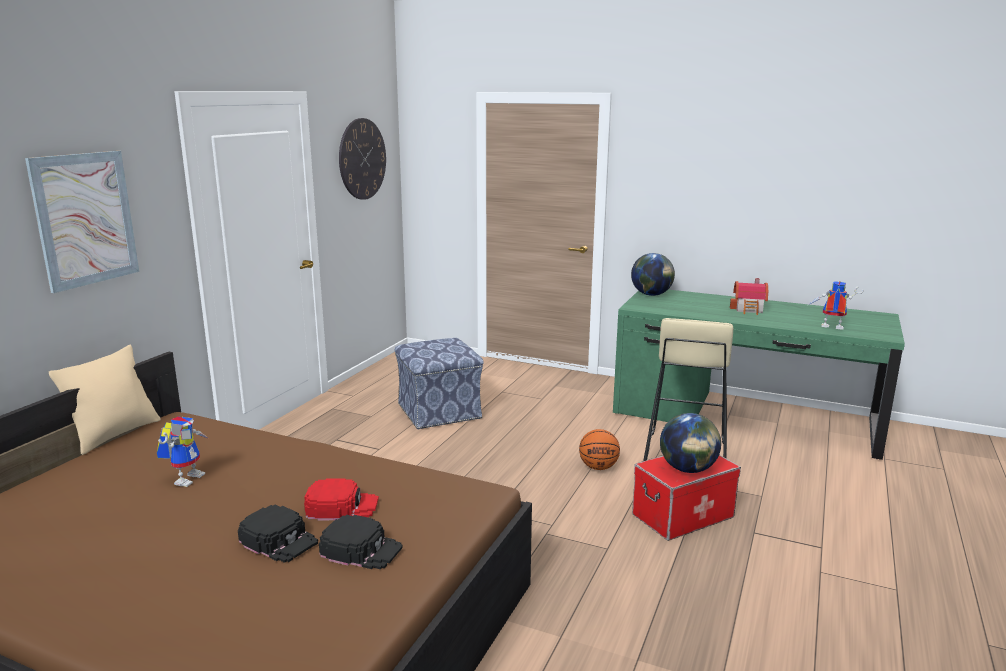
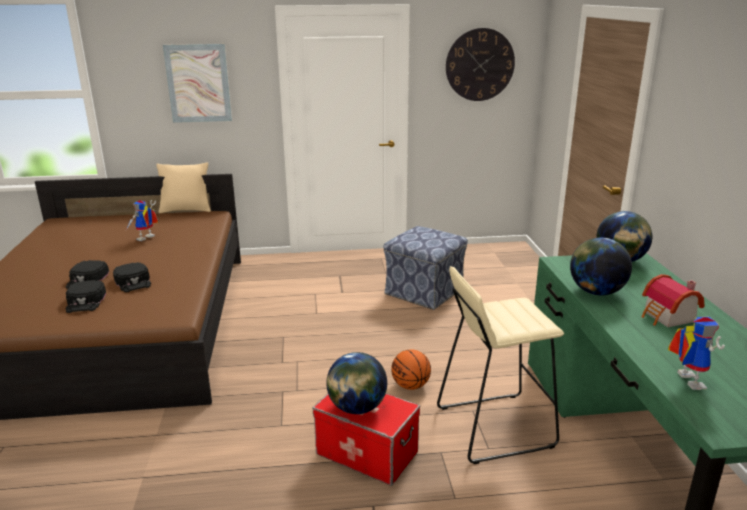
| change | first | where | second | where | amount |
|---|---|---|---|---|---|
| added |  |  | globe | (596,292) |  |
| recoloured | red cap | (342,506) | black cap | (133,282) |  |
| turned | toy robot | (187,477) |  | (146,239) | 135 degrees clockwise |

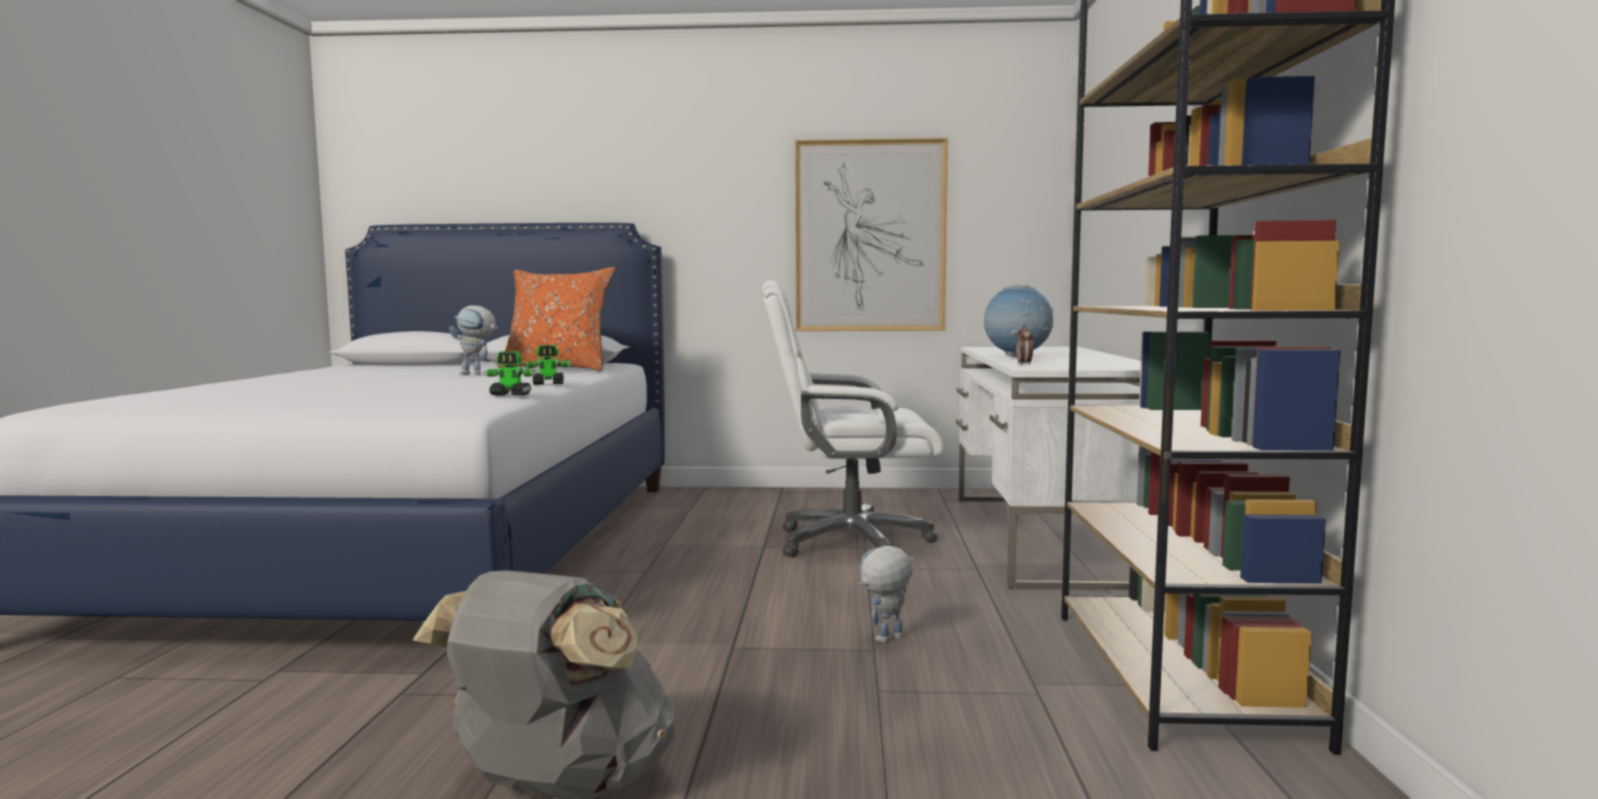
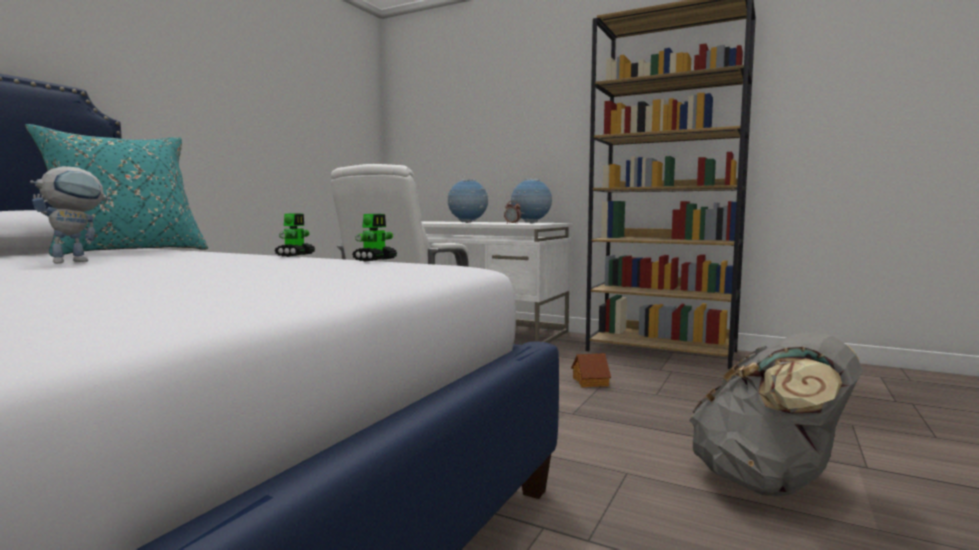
| change | first | where | second | where | amount |
|---|---|---|---|---|---|
| removed | picture | (870,236) |  |  |  |
| added |  |  | globe | (531,223) |  |
| replaced | toy robot | (885,641) | toy house | (591,382) |  |
| recoloured | orange pillow | (558,369) | turquoise pillow | (128,252) |  |

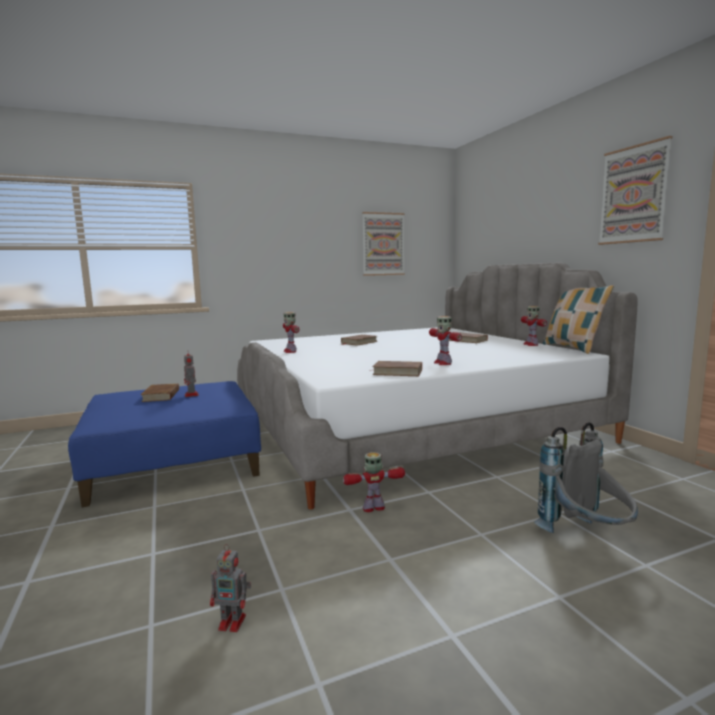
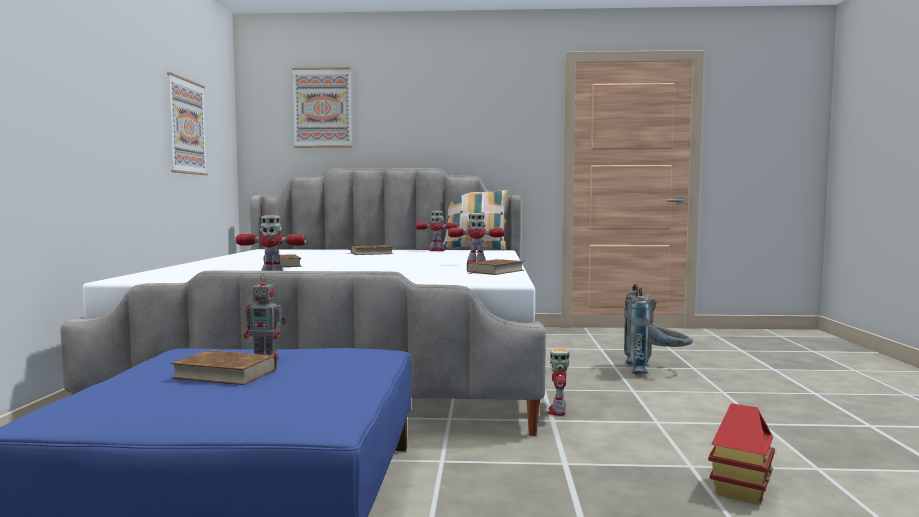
| change | first | where | second | where | amount |
|---|---|---|---|---|---|
| moved | picture | (633,194) |  | (322,108) |  |
| replaced | toy robot | (233,622) | toy house | (740,490) |  |

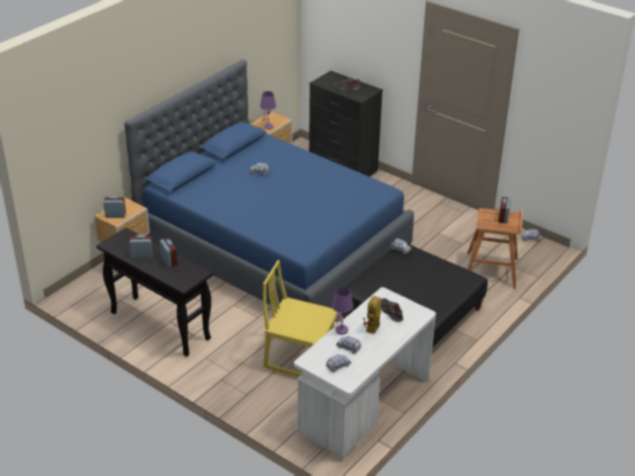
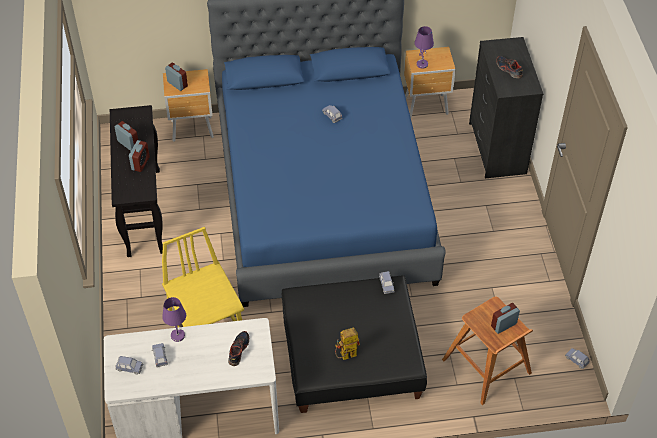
| change | first | where | second | where | amount |
|---|---|---|---|---|---|
| moved | toy robot | (372,331) |  | (345,356) |  |

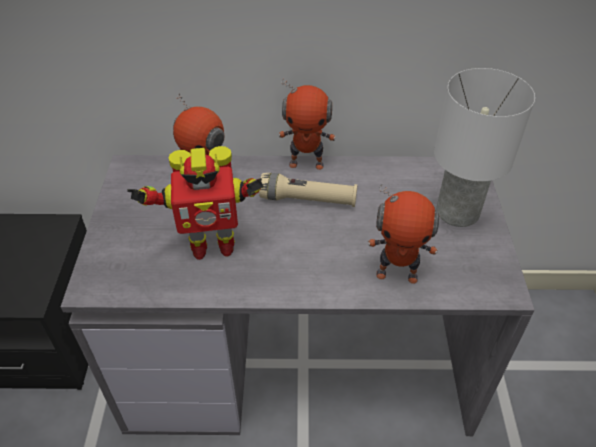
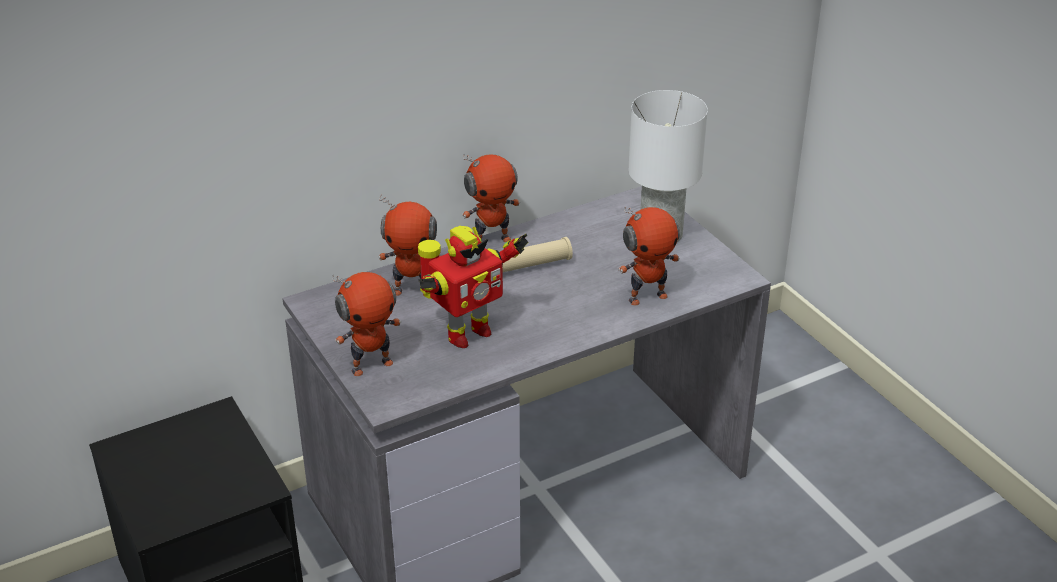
| change | first | where | second | where | amount |
|---|---|---|---|---|---|
| added |  |  | toy robot | (371,365) |  |

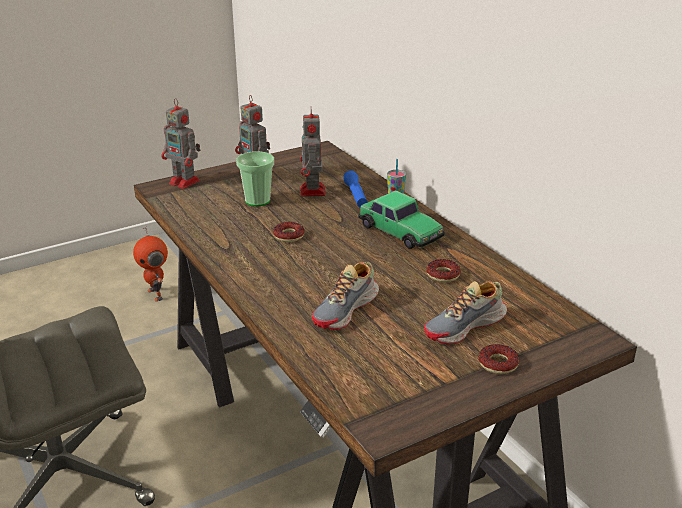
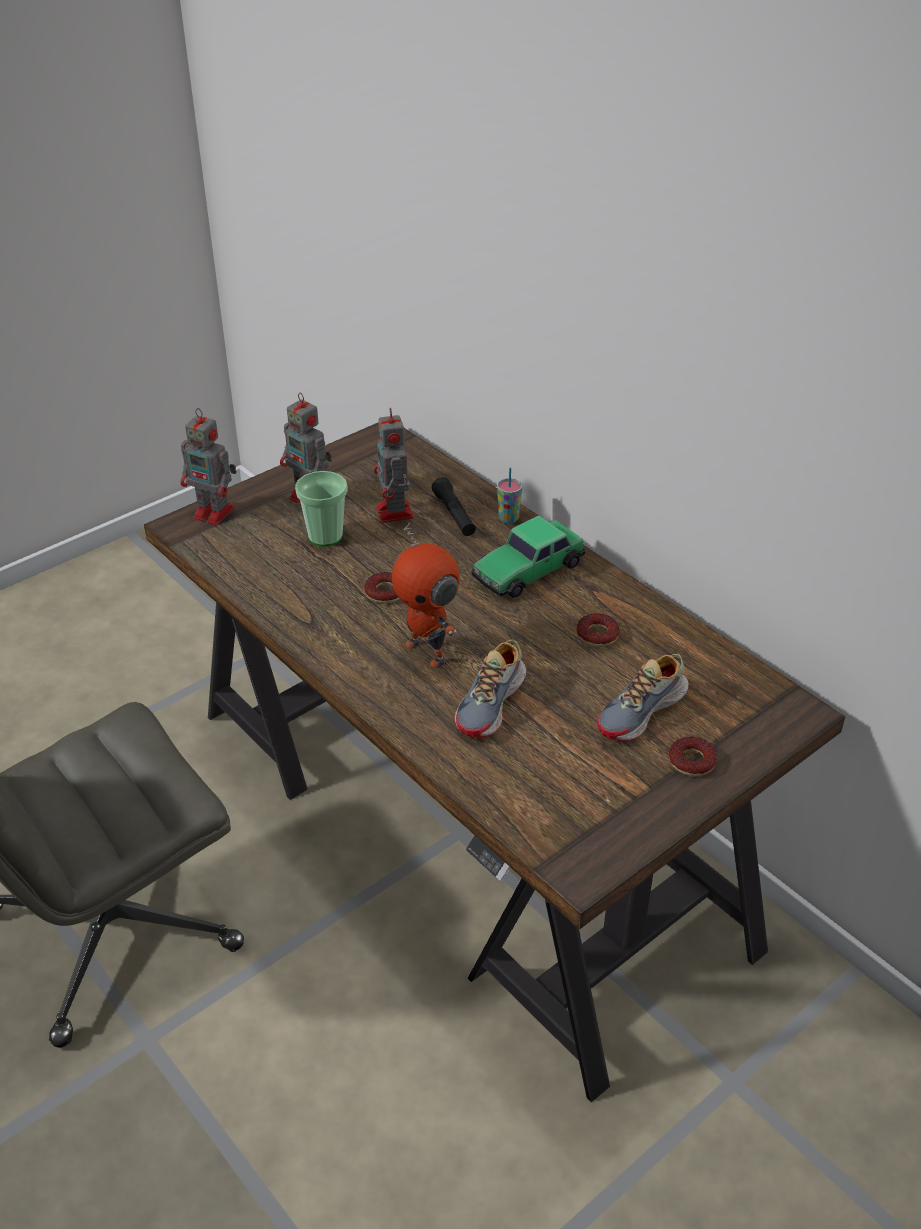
| change | first | where | second | where | amount |
|---|---|---|---|---|---|
| moved | toy robot | (156,294) |  | (428,651) |  |
| recoloured | blue flashlight | (356,196) | black flashlight | (454,515) |  |
| turned | toy car | (400,231) |  | (528,570) | 105 degrees clockwise |

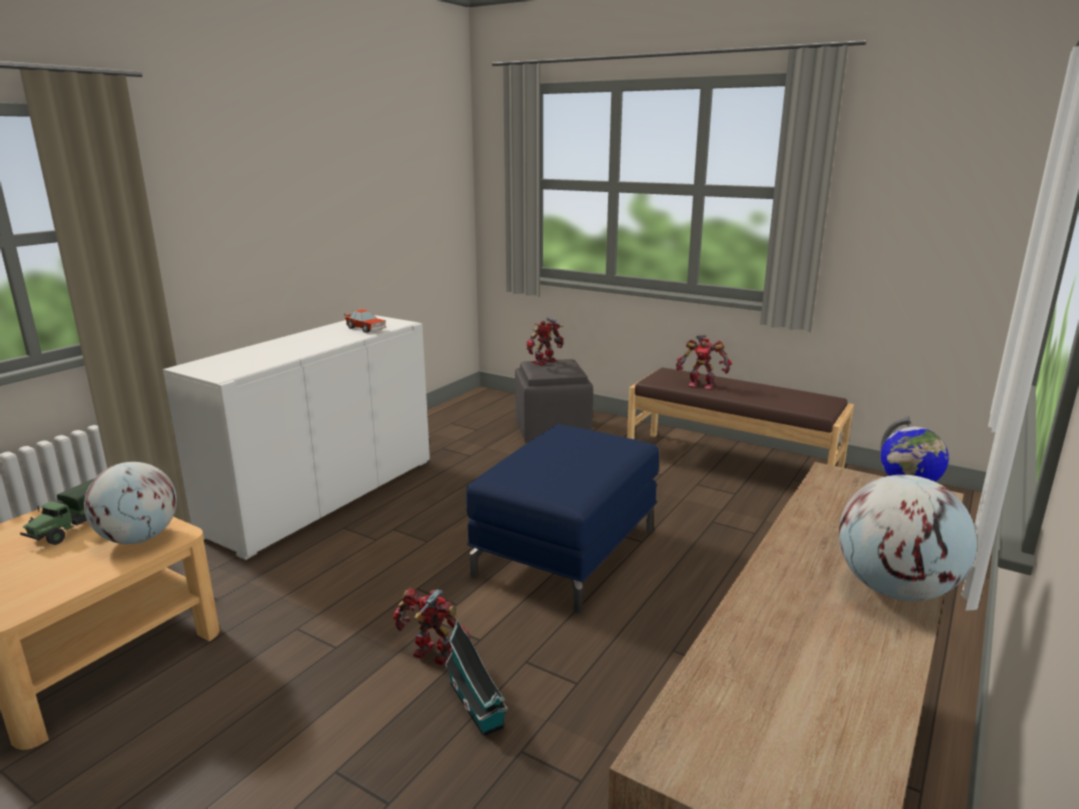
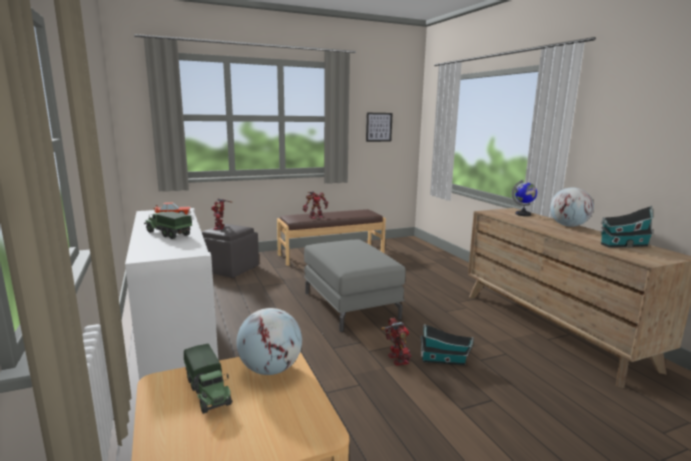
| change | first | where | second | where | amount |
|---|---|---|---|---|---|
| added |  |  | toy truck | (168,233) |  |
| added |  |  | picture | (379,127) |  |
| added |  |  | toy house | (622,245) |  |
| recoloured | blue ottoman | (565,551) | grey ottoman | (350,305) |  |
| turned | toy robot | (433,655) |  | (396,360) | 105 degrees clockwise |

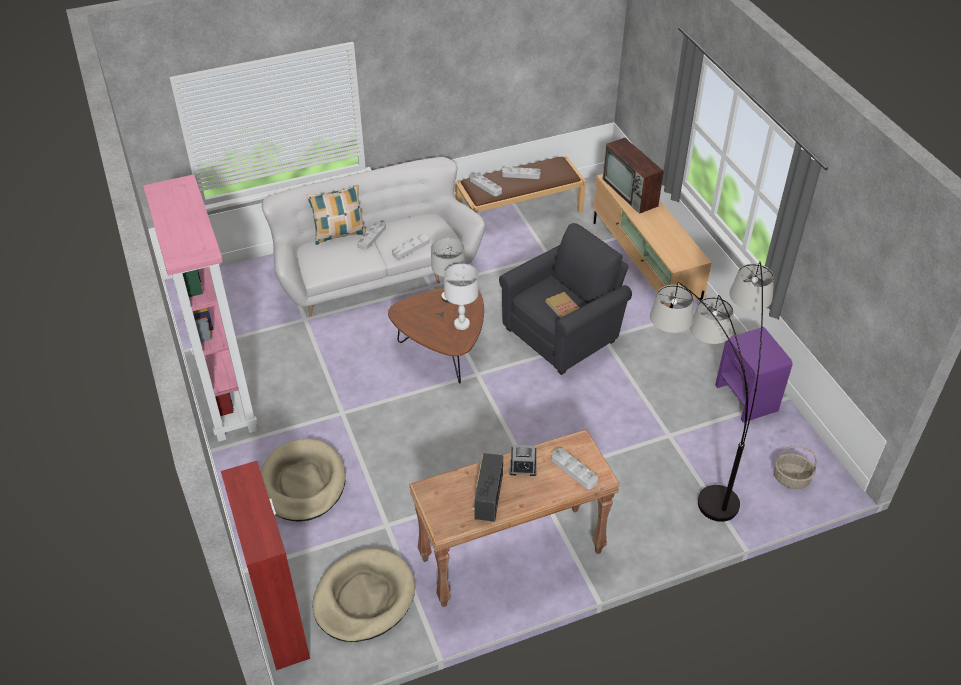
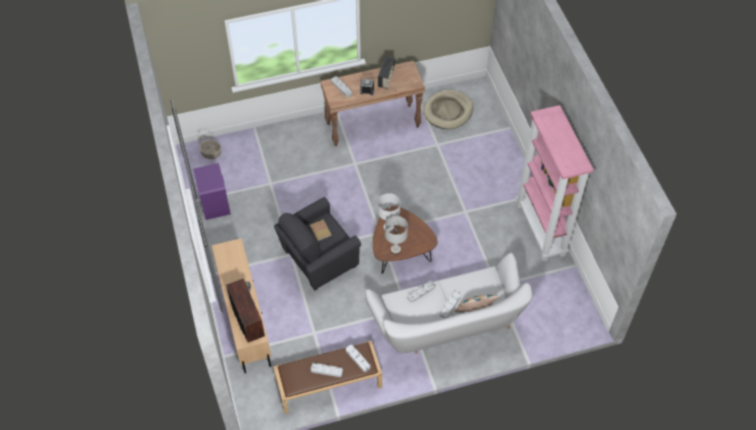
| change | first | where | second | where | amount |
|---|---|---|---|---|---|
| removed | red cabinet | (280,617) |  |  |  |
| removed | beige dog bed | (302,483) |  |  |  |
| removed | floor lamp | (692,467) |  |  |  |

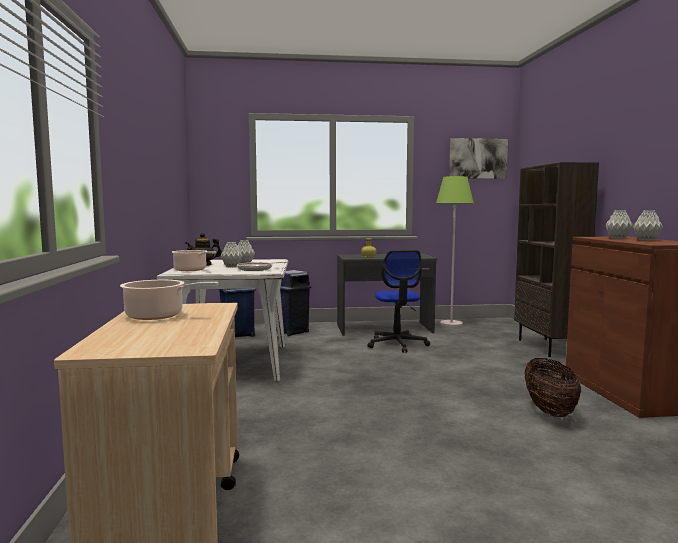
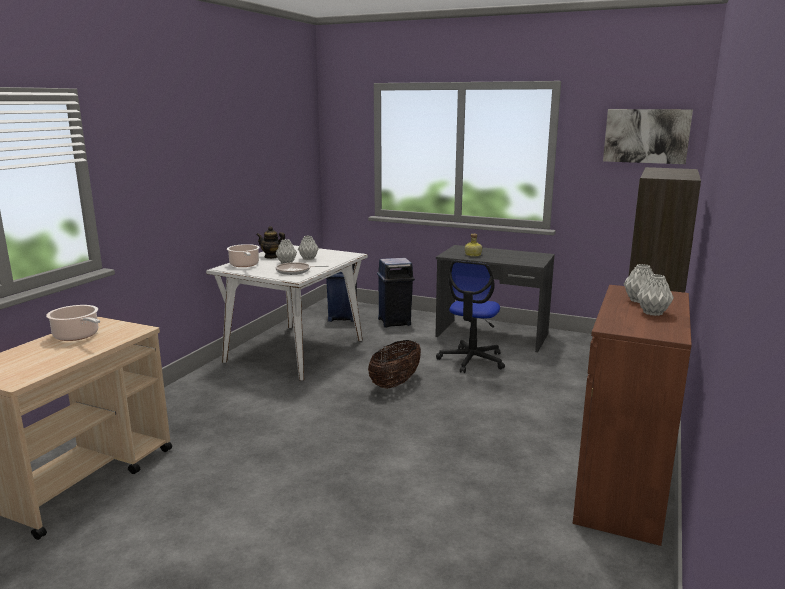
| change | first | where | second | where | amount |
|---|---|---|---|---|---|
| removed | green floor lamp | (451,324) |  |  |  |
| moved | basket | (549,411) |  | (395,383) |  |

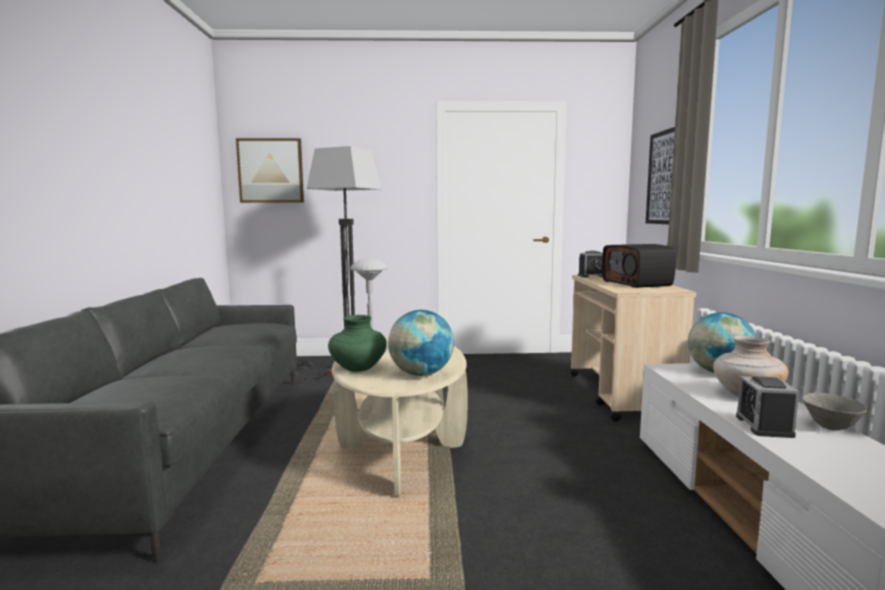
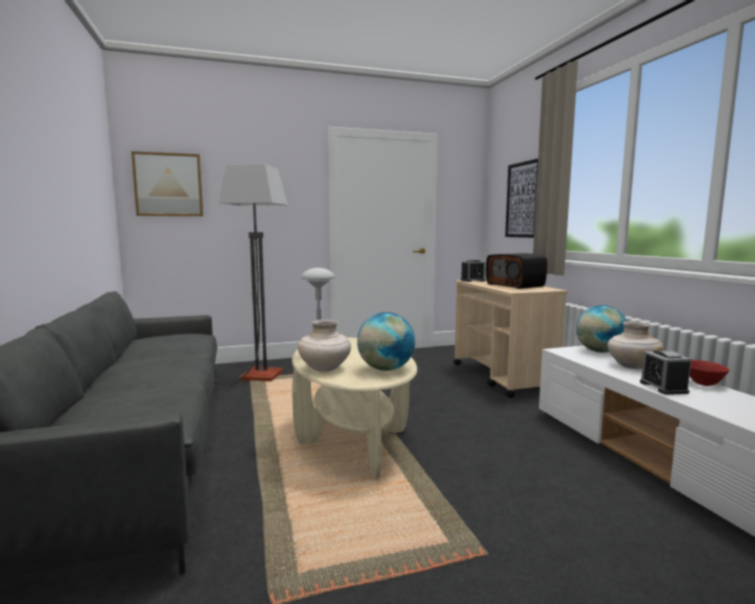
| change | first | where | second | where | amount |
|---|---|---|---|---|---|
| recoloured | green vase | (358,368) | beige vase | (325,368) |  |
| recoloured | grey bowl | (831,427) | red bowl | (704,384) |  |

